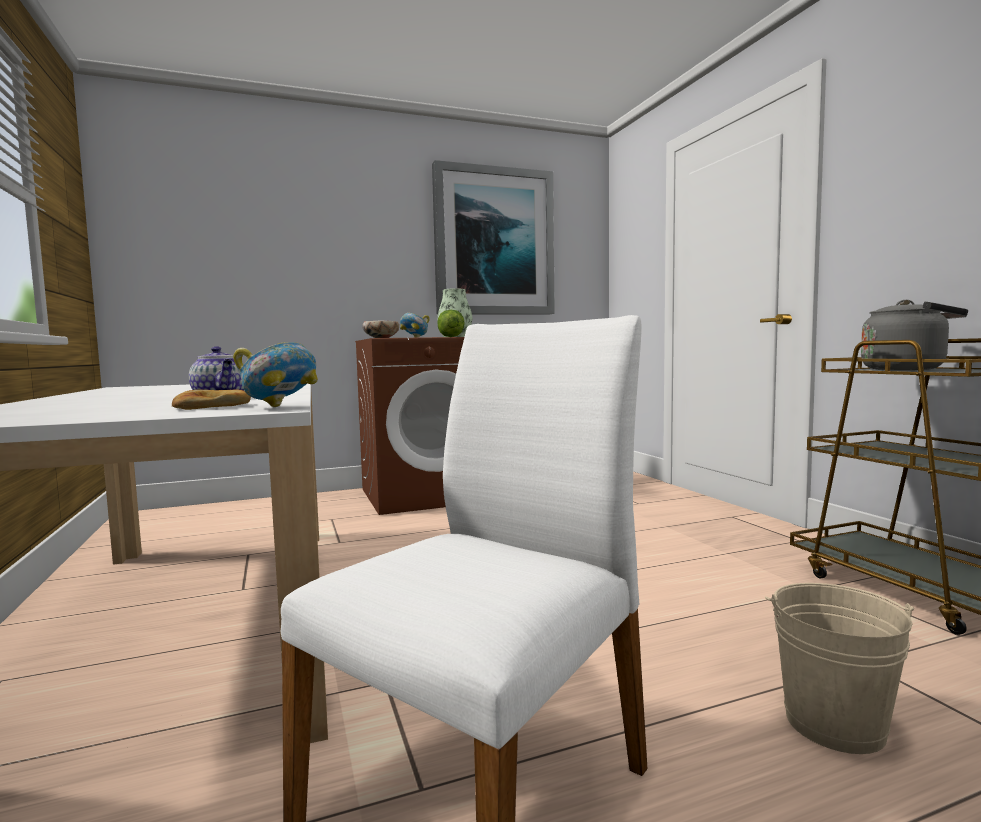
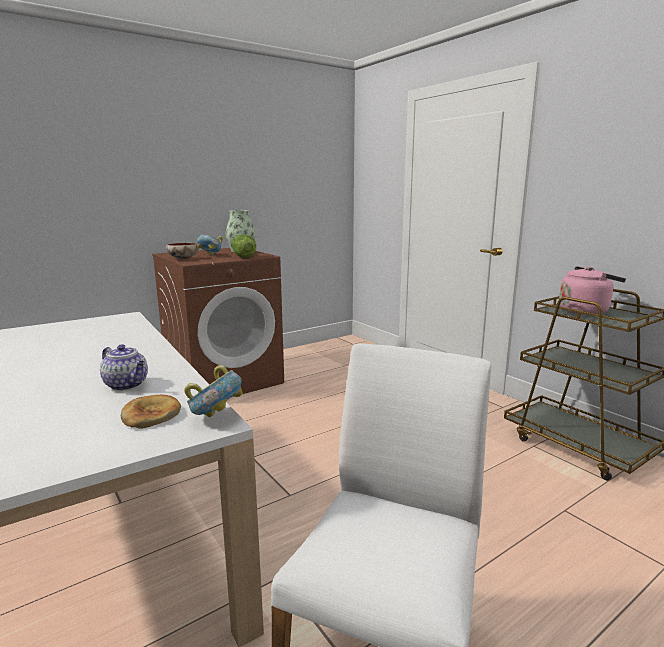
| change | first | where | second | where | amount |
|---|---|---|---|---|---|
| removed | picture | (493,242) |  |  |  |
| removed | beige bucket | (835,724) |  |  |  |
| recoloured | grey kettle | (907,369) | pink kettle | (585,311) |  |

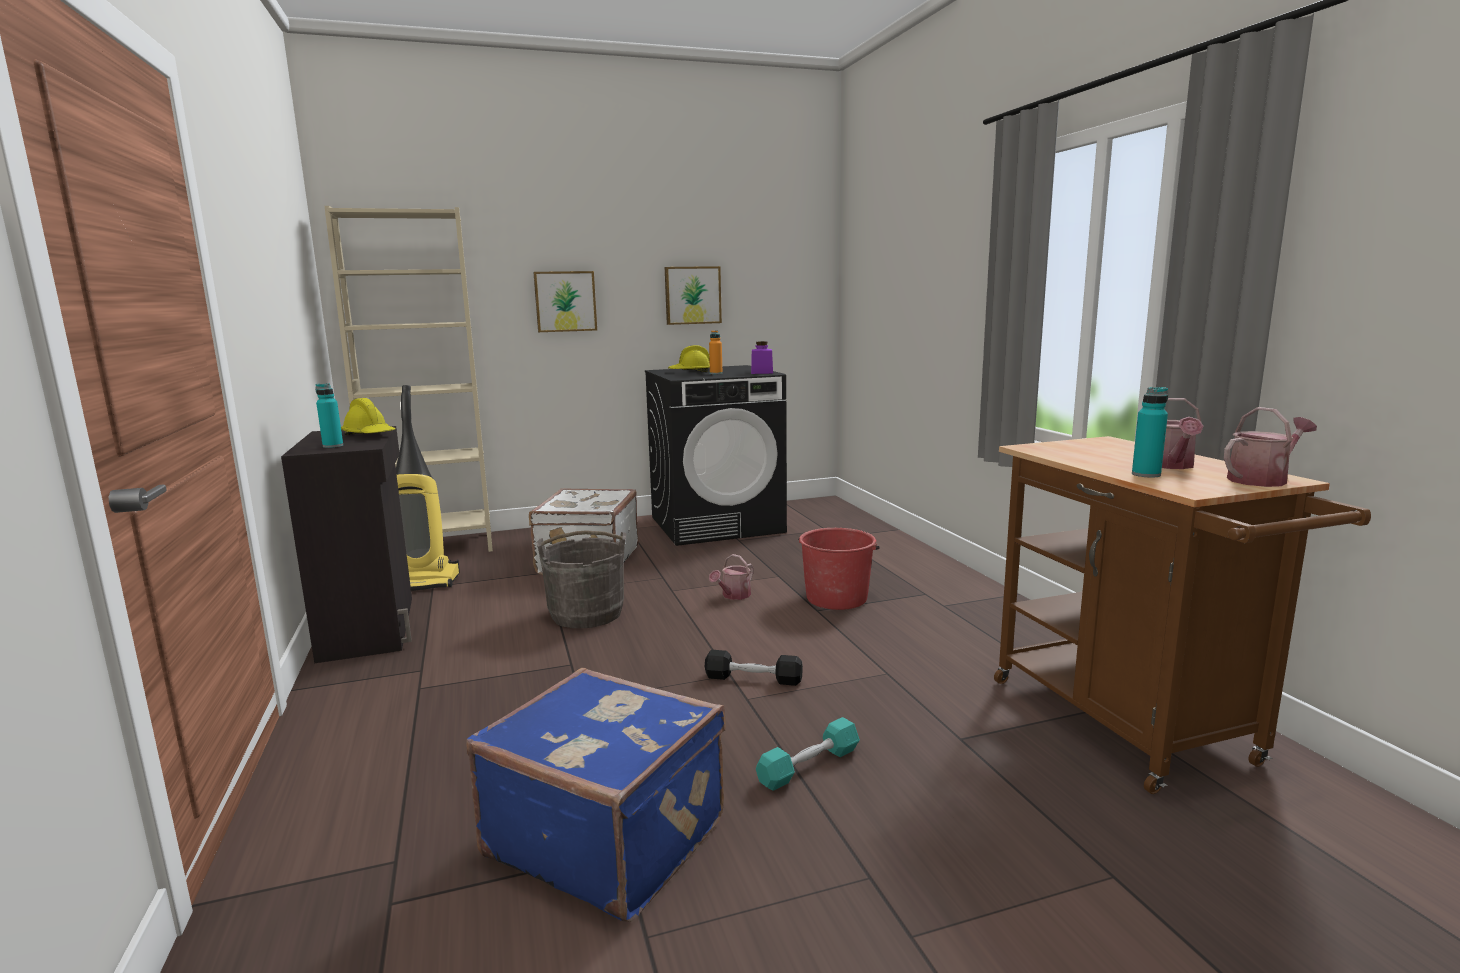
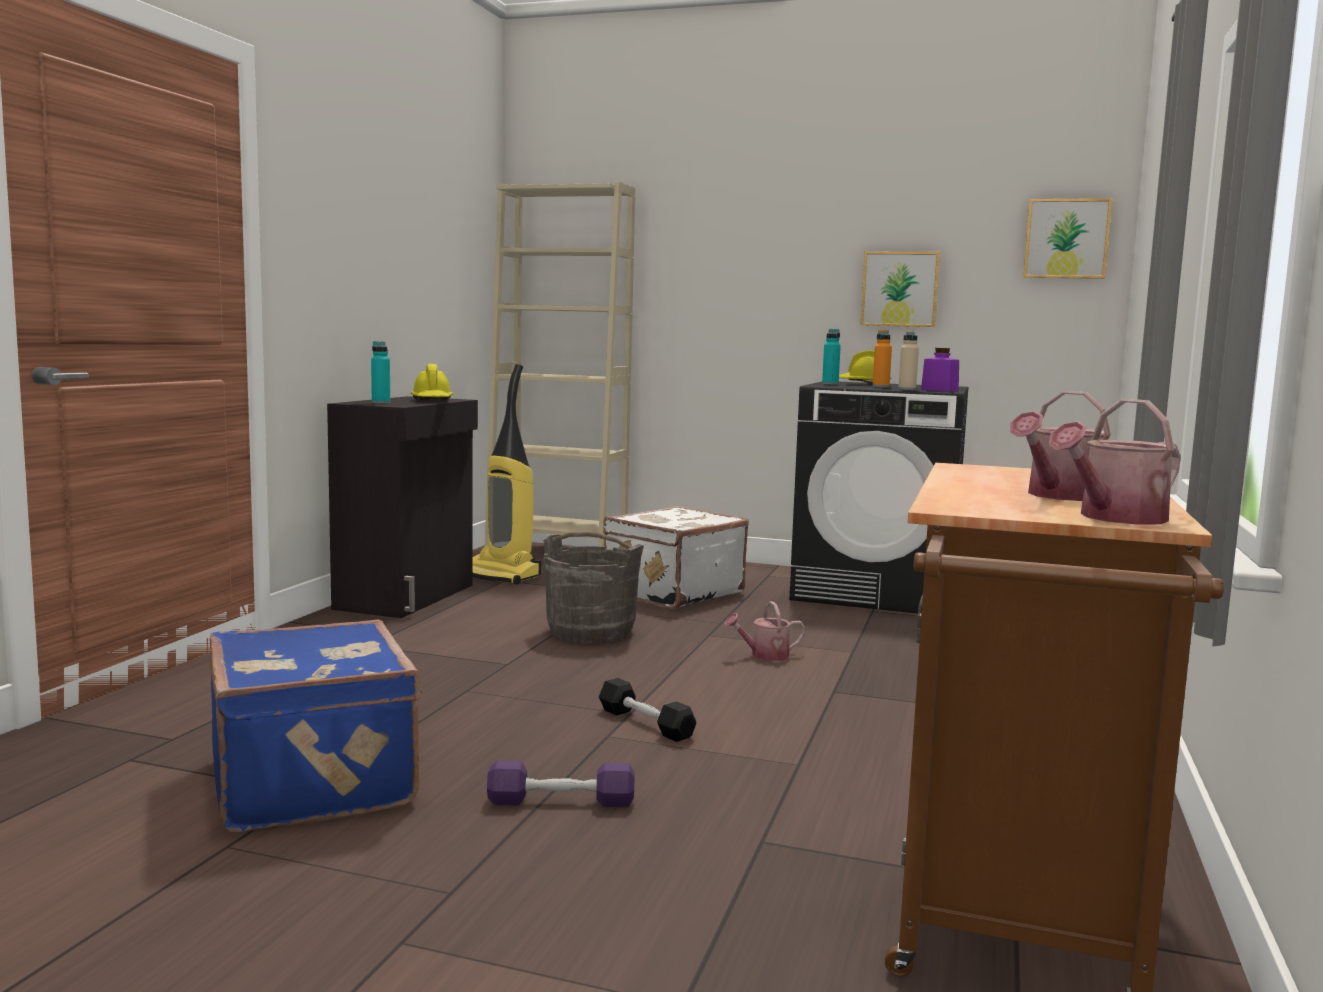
| change | first | where | second | where | amount |
|---|---|---|---|---|---|
| removed | red bucket | (836,598) |  |  |  |
| added |  |  | beige bottle | (907,389) |  |
| moved | picture | (565,301) |  | (1066,239) |  |
| moved | turquoise bottle | (1146,474) |  | (830,384) |  |
| recoloured | turquoise dumbbell | (809,766) | purple dumbbell | (561,801) |  |
| turned | watering can | (1262,479) |  | (1115,518) | 135 degrees clockwise |

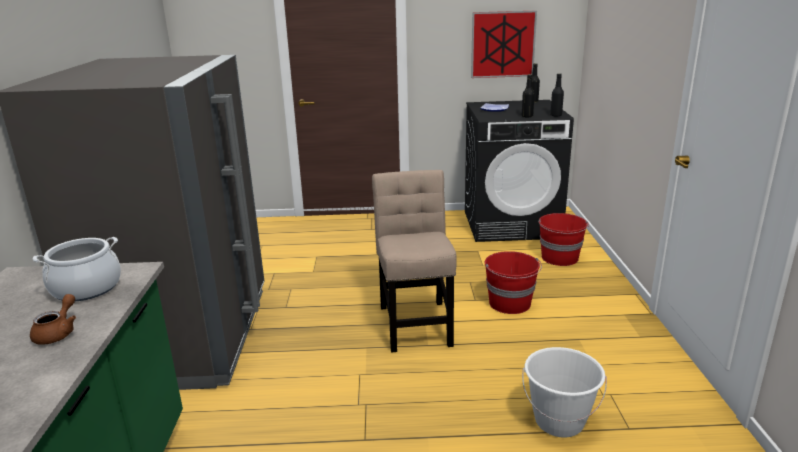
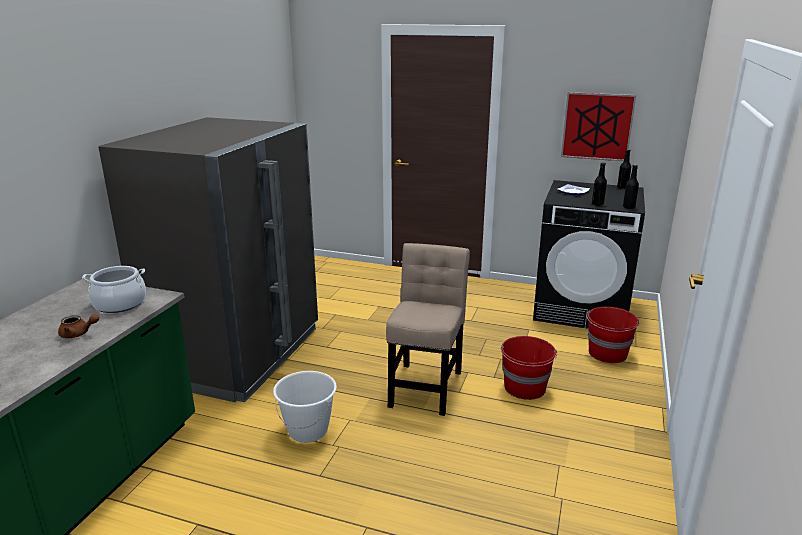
| change | first | where | second | where | amount |
|---|---|---|---|---|---|
| moved | white bucket | (559,421) |  | (308,430) |  |
| turned | brown teapot | (58,333) |  | (78,334) | 60 degrees clockwise |

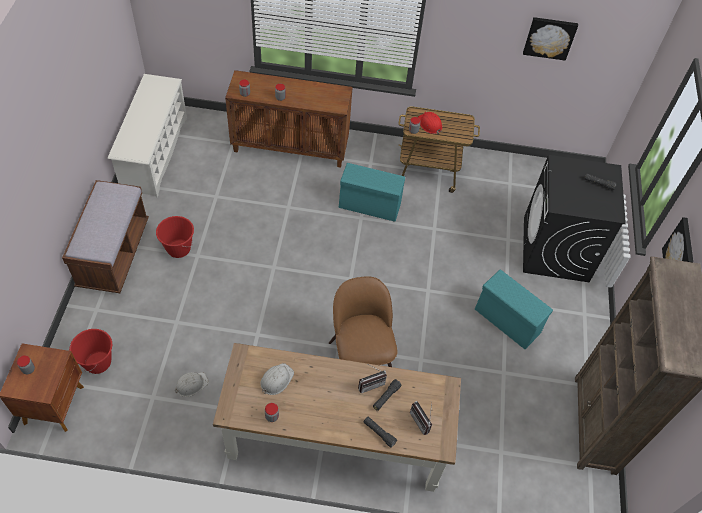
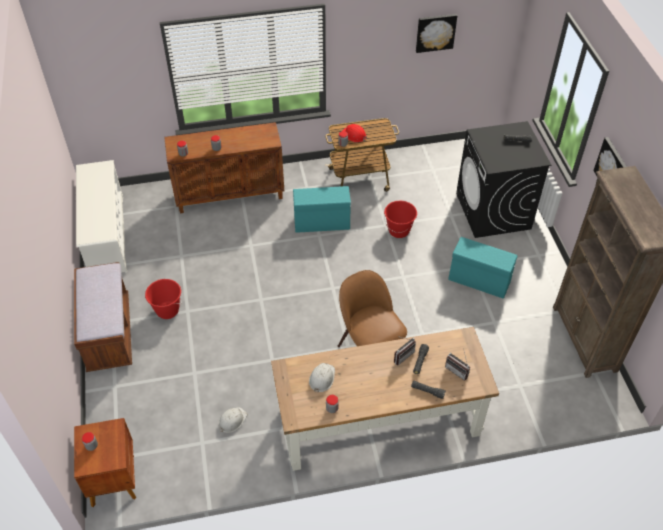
| change | first | where | second | where | amount |
|---|---|---|---|---|---|
| moved | red bucket | (98,362) |  | (399,230) |  |

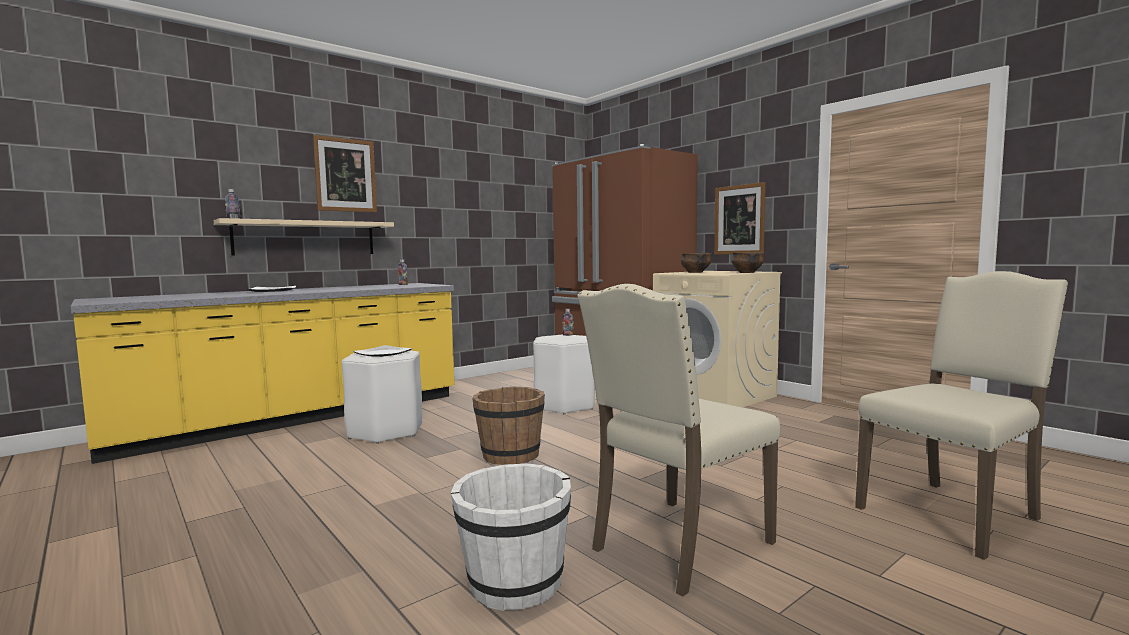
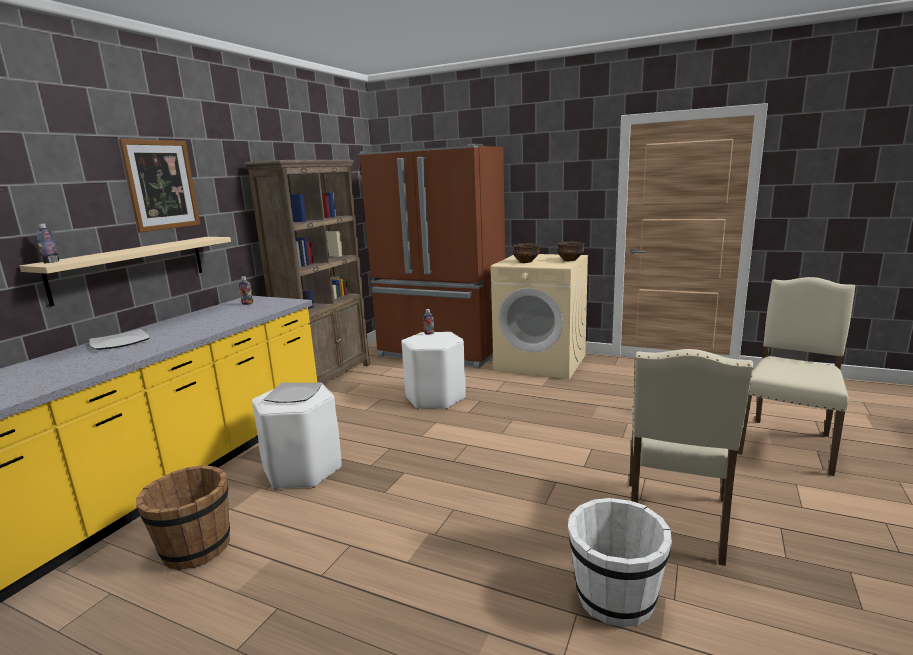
| change | first | where | second | where | amount |
|---|---|---|---|---|---|
| removed | picture | (739,220) |  |  |  |
| added |  |  | brown bookcase | (329,378) |  |
| moved | brown bucket | (510,456) |  | (196,548) |  |

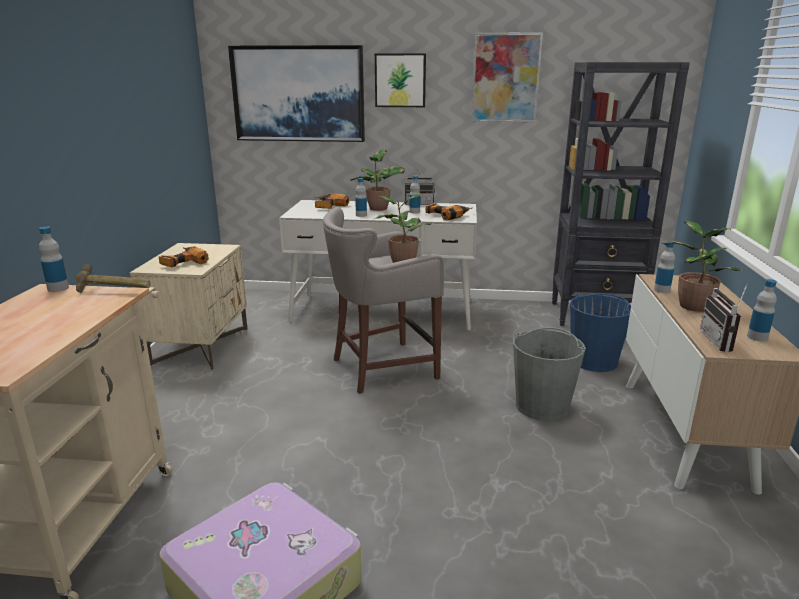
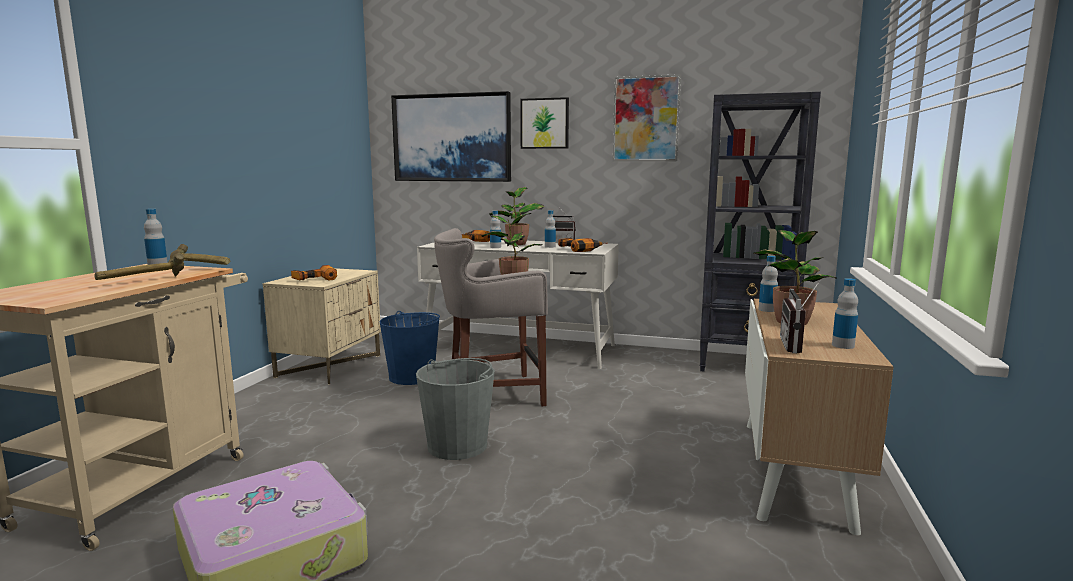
| change | first | where | second | where | amount |
|---|---|---|---|---|---|
| added |  |  | hammer | (143,281) |  |
| moved | grey bucket | (542,406) |  | (458,445) |  |
| moved | blue bucket | (594,360) |  | (412,377) |  |

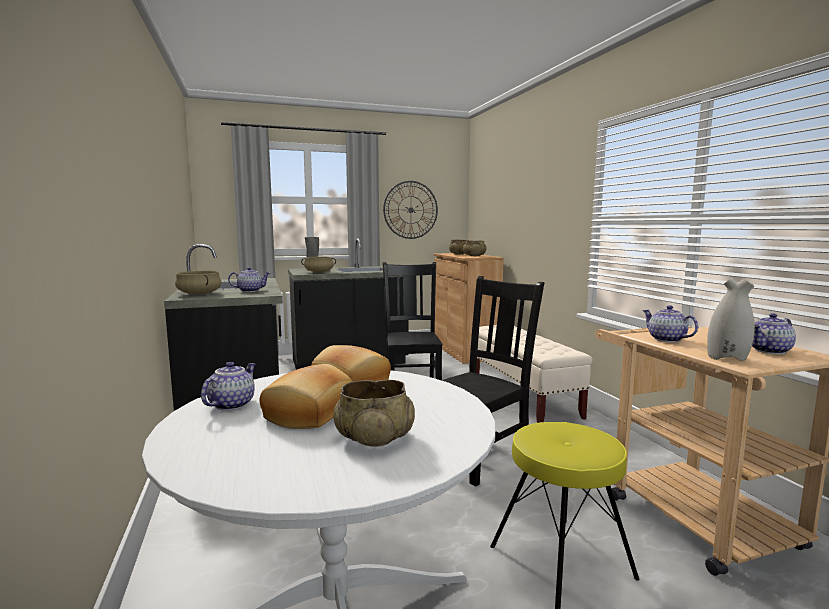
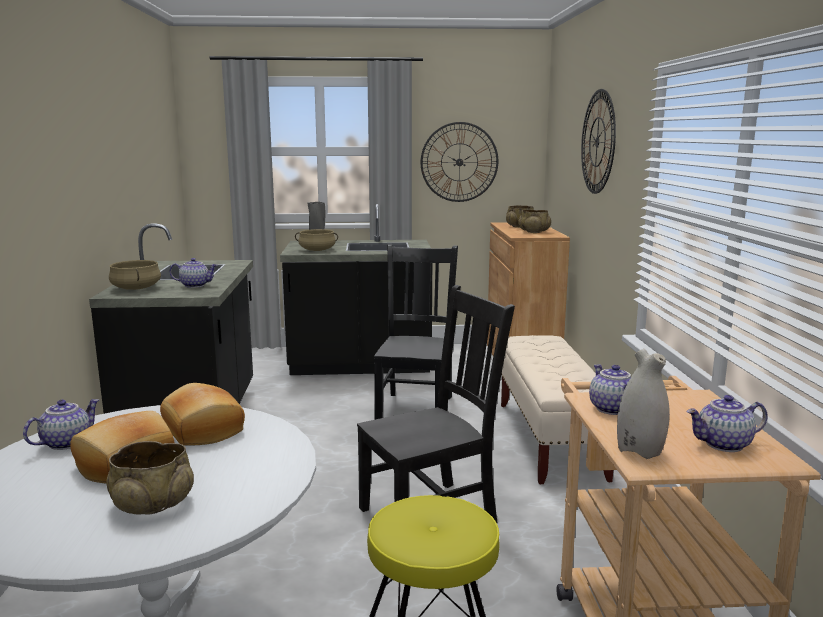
| change | first | where | second | where | amount |
|---|---|---|---|---|---|
| added |  |  | wall clock | (597,142) |  |

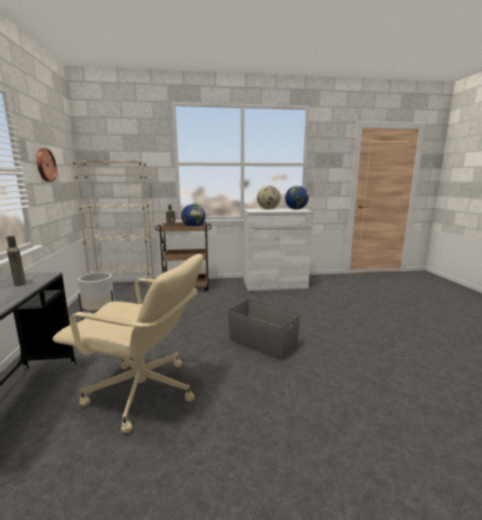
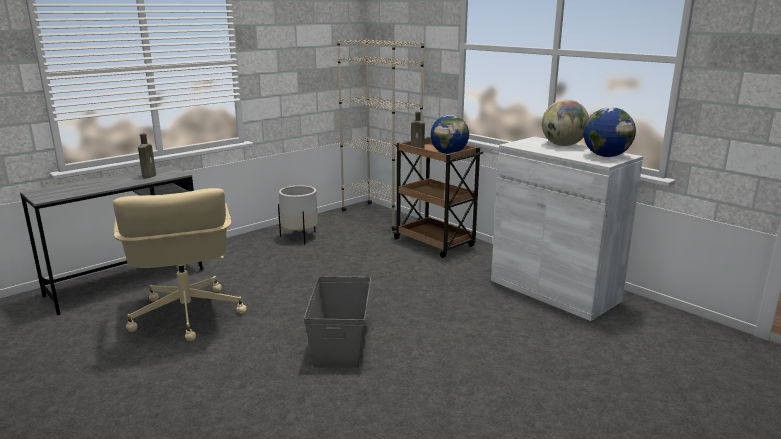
| change | first | where | second | where | amount |
|---|---|---|---|---|---|
| removed | wall clock | (45,165) |  |  |  |

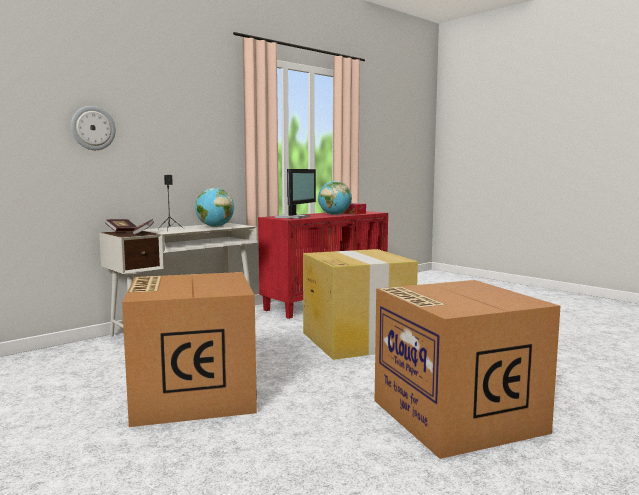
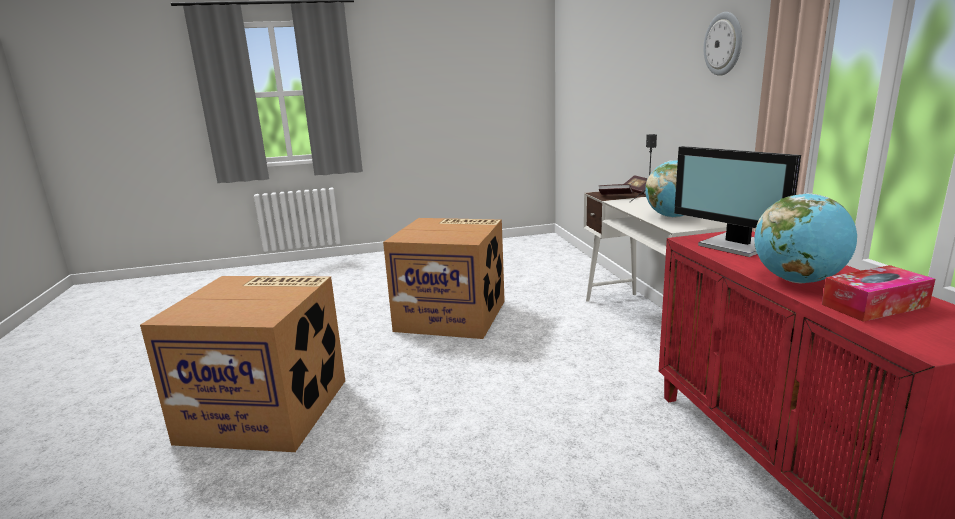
| change | first | where | second | where | amount |
|---|---|---|---|---|---|
| removed | cardboard box | (356,340) |  |  |  |
| moved | wall clock | (93,128) |  | (724,44) |  |

